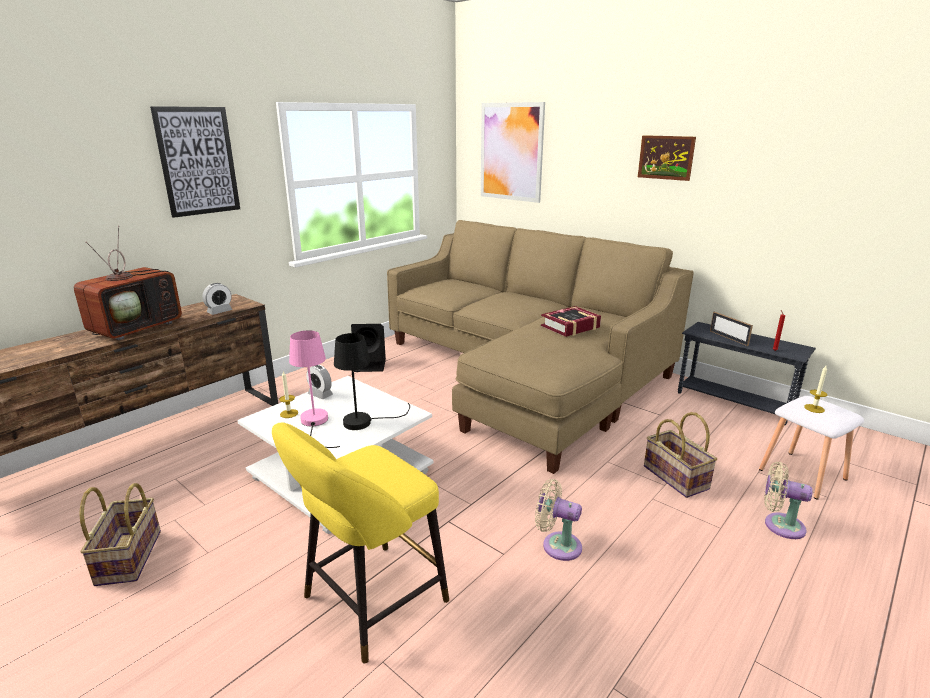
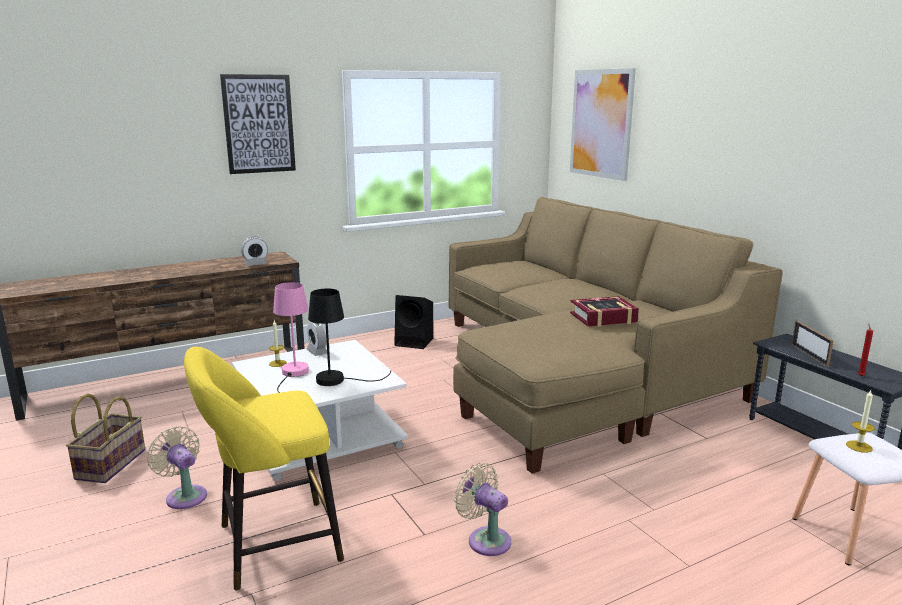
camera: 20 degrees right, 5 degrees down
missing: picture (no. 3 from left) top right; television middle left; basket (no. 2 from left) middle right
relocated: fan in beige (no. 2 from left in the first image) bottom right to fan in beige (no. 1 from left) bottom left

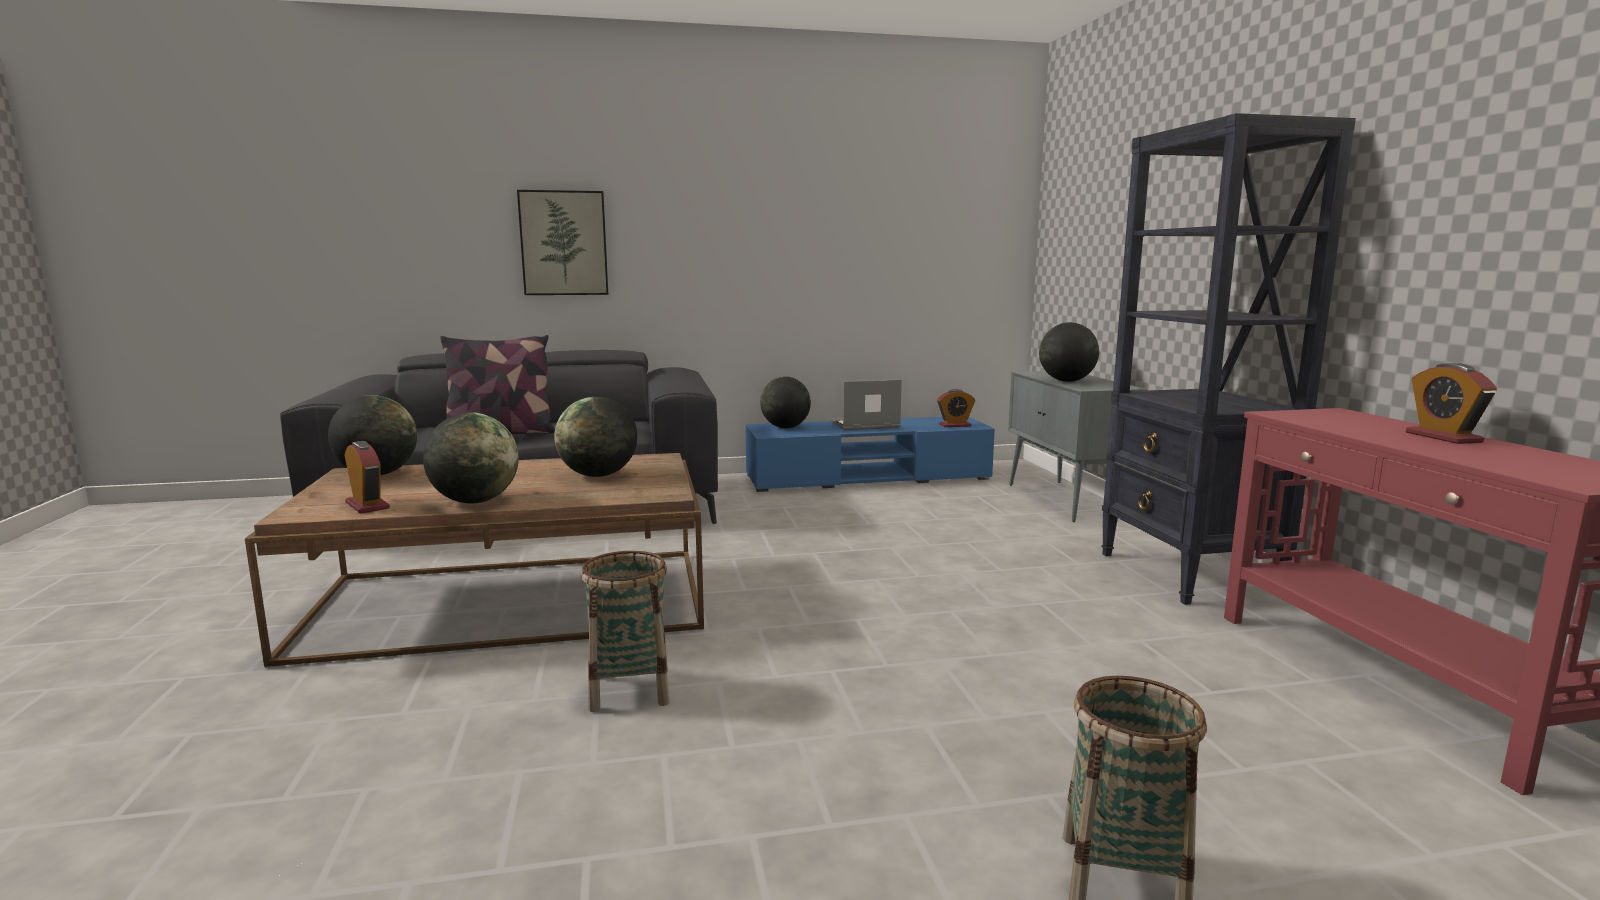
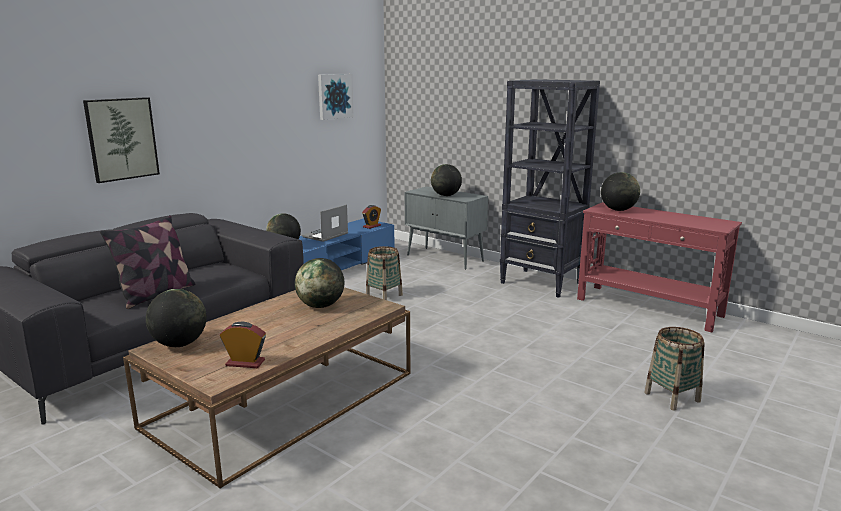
camera: 40 degrees left, 5 degrees up
missing: alarm clock (no. 3 from left) middle right
appeared: picture (no. 2 from left) top centre
relocated: globe (no. 2 from left in the first image) middle left to globe (no. 5 from left) middle right; basket (no. 1 from left) bottom centre to centre

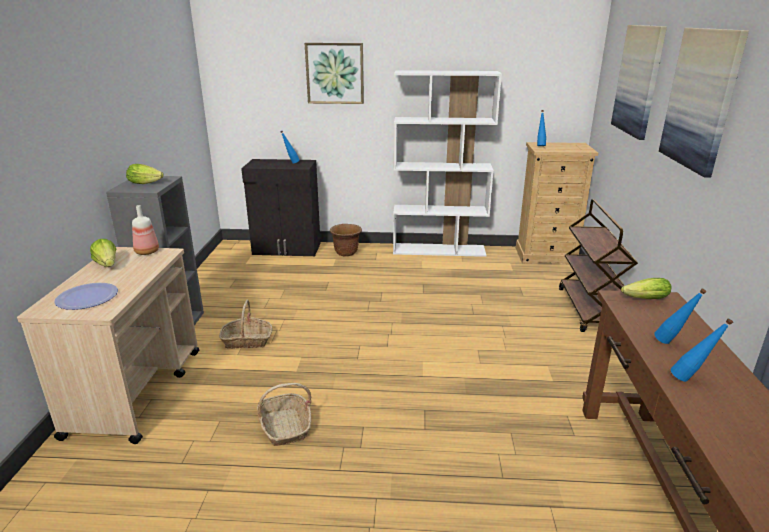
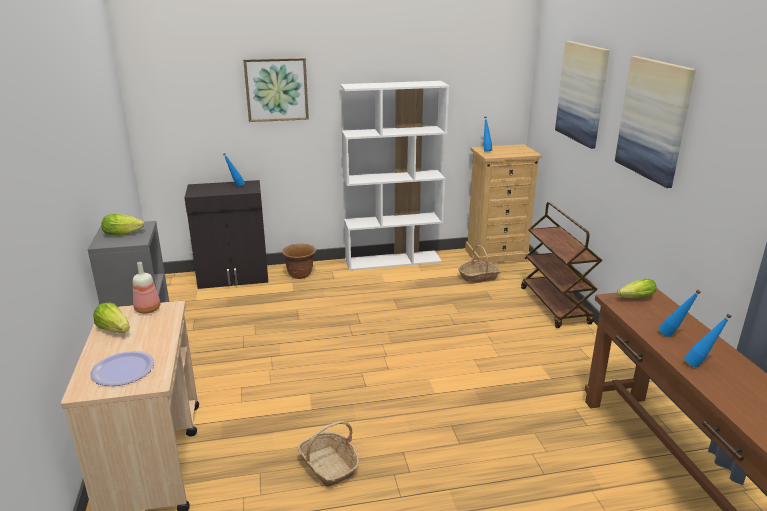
camera: 15 degrees left, 0 degrees up
relocated: basket (no. 1 from left in the first image) middle left to basket (no. 2 from left) centre

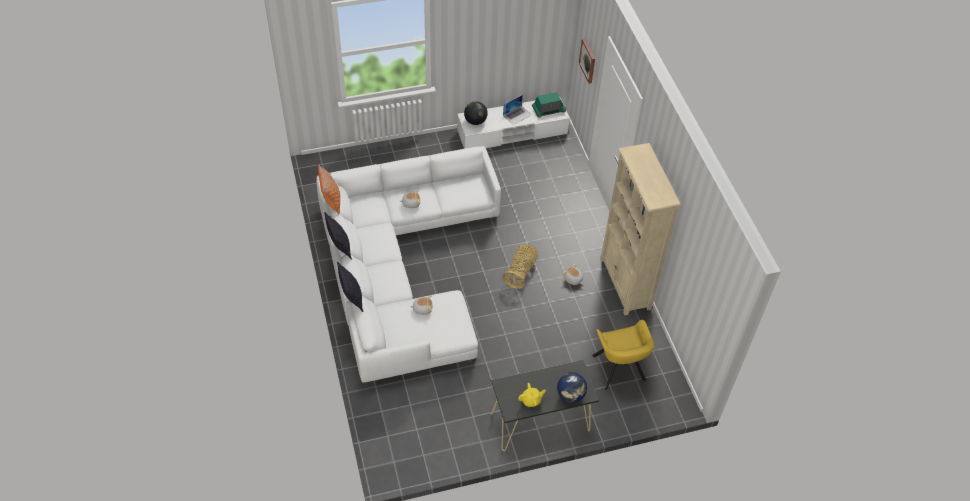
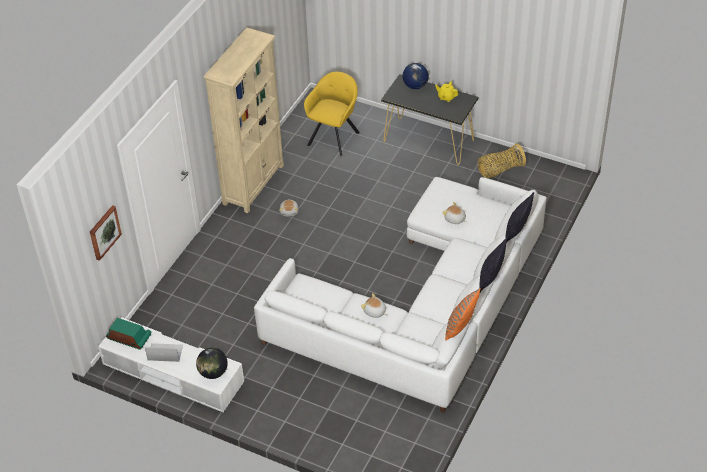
camera: 135 degrees left, 5 degrees down
relocated: basket centre to middle right

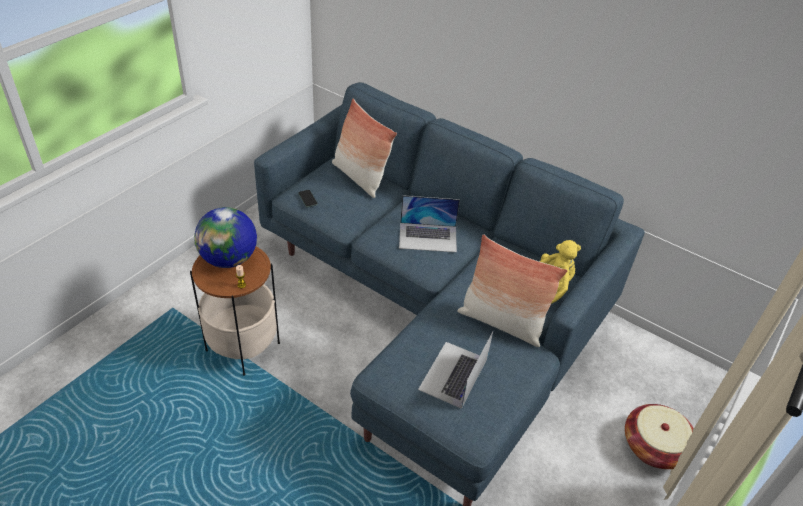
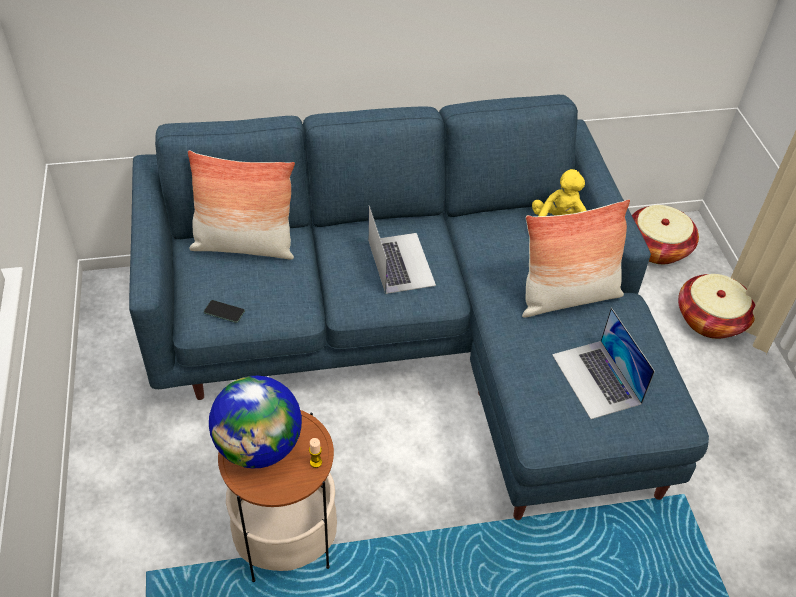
camera: 45 degrees left, 5 degrees up
appeared: basket (no. 1 from left) middle right
spun: laptop (no. 1 from left) centre = centre 60 degrees counterclockwise

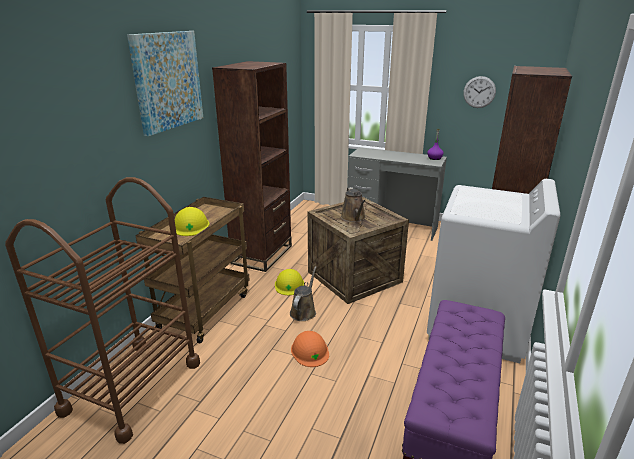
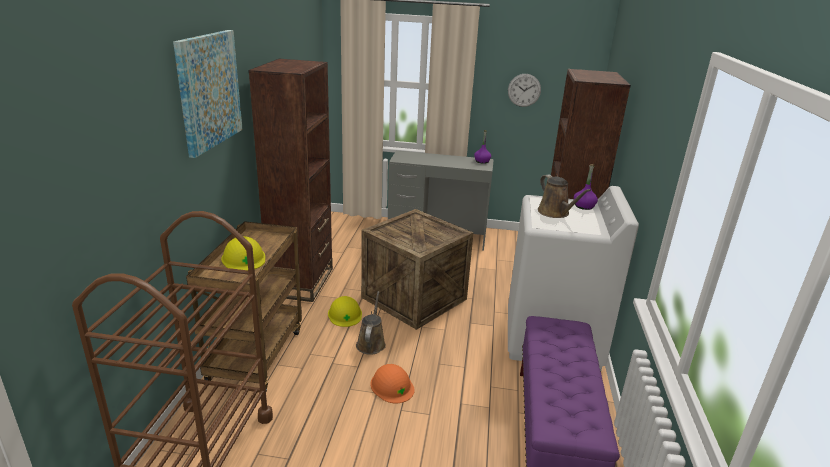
camera: 15 degrees left, 0 degrees up
appeared: bottle in purple (no. 2 from left) middle right
relocated: watering can in brown (no. 2 from left) centre to middle right

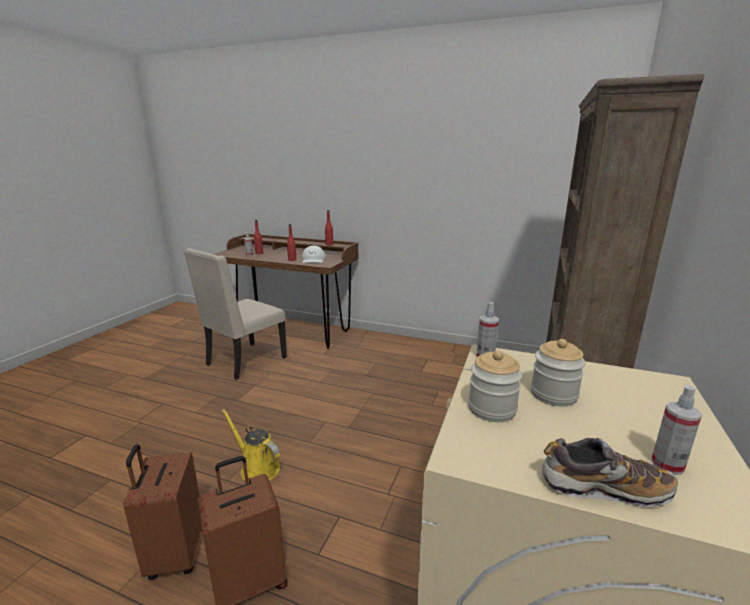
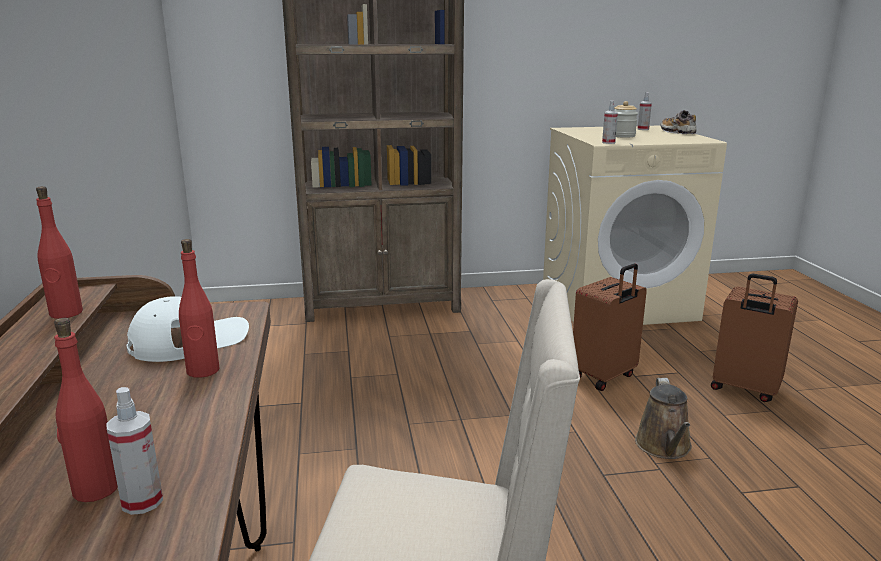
camera: 120 degrees left, 0 degrees up
missing: jar (no. 1 from left) centre
relocated: suitcase in brown (no. 1 from left) bottom left to middle right
colour: watering can in yellow bottom centre to watering can in brown bottom right

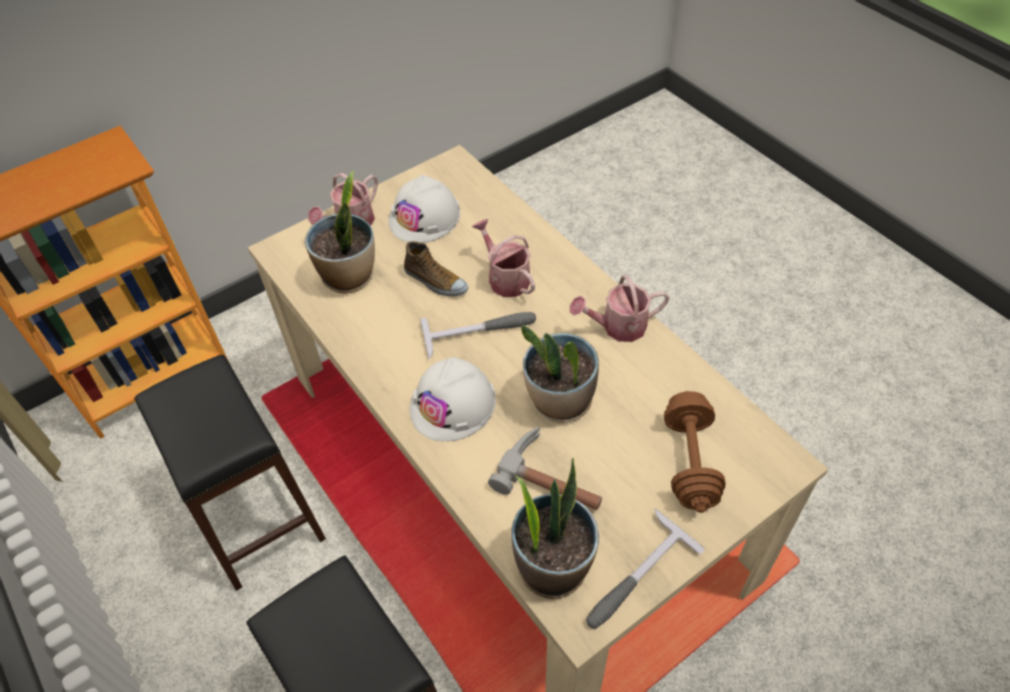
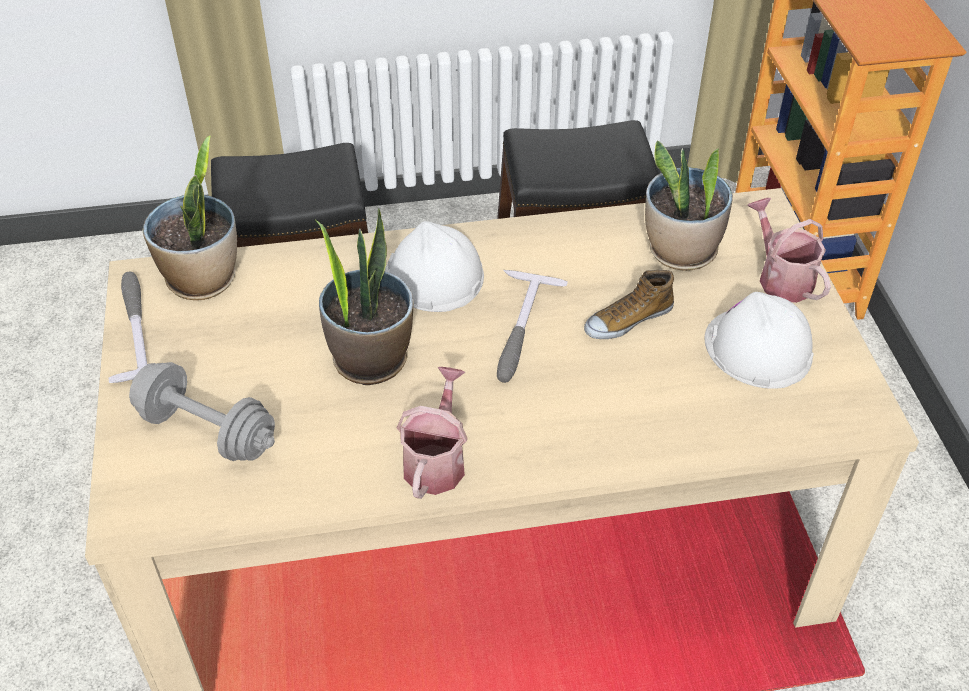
camera: 115 degrees right, 5 degrees down
missing: watering can (no. 2 from left) centre; hammer (no. 2 from left) bottom centre
colour: dumbbell in brown middle right to dumbbell in grey middle left

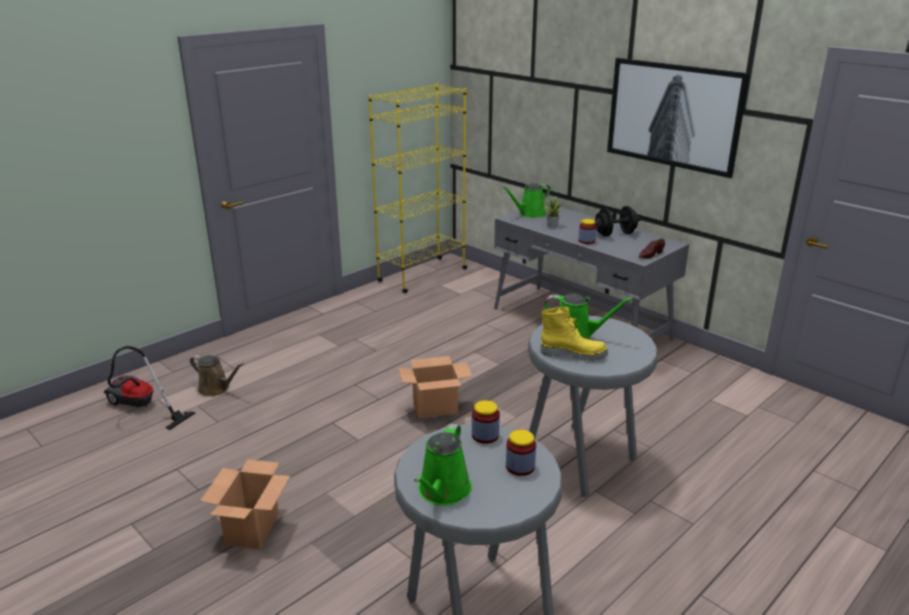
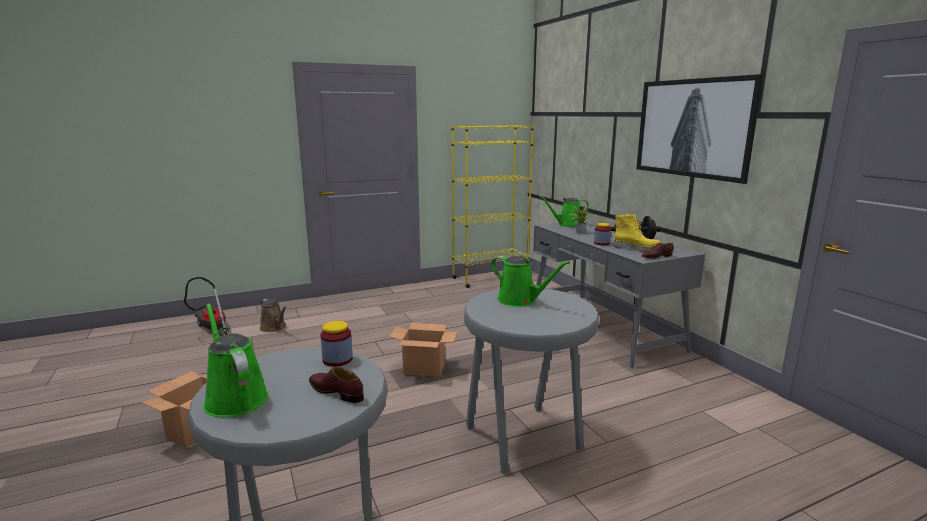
camera: 20 degrees right, 10 degrees down
relocated: boot in yellow centre to middle right
exchanged: jar (no. 2 from left) bottom centre to shoe in brown (no. 1 from left) bottom centre
spun: watering can in green (no. 1 from left) bottom centre = bottom left 105 degrees clockwise

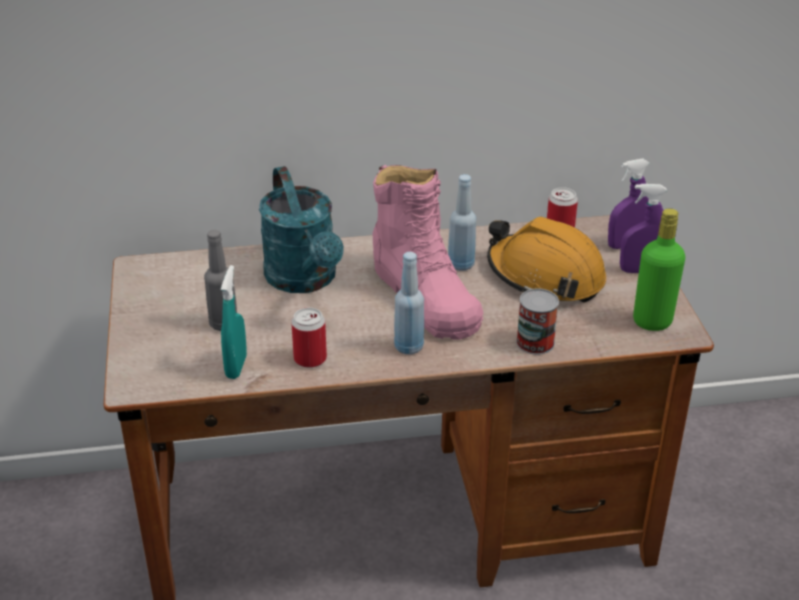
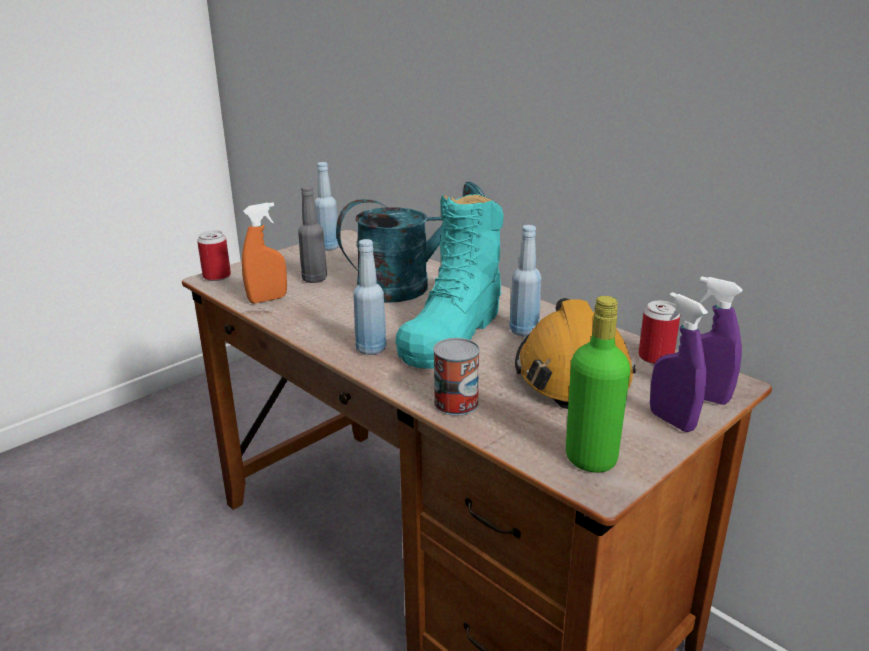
camera: 55 degrees right, 10 degrees down
appeared: bottle in blue (no. 1 from left) top centre
relocated: can (no. 1 from left) centre to middle left
colour: boot in pink centre to boot in turquoise centre; spray bottle in turquoise middle left to spray bottle in orange middle left
spun: watering can in turquoise centre = centre 150 degrees counterclockwise

